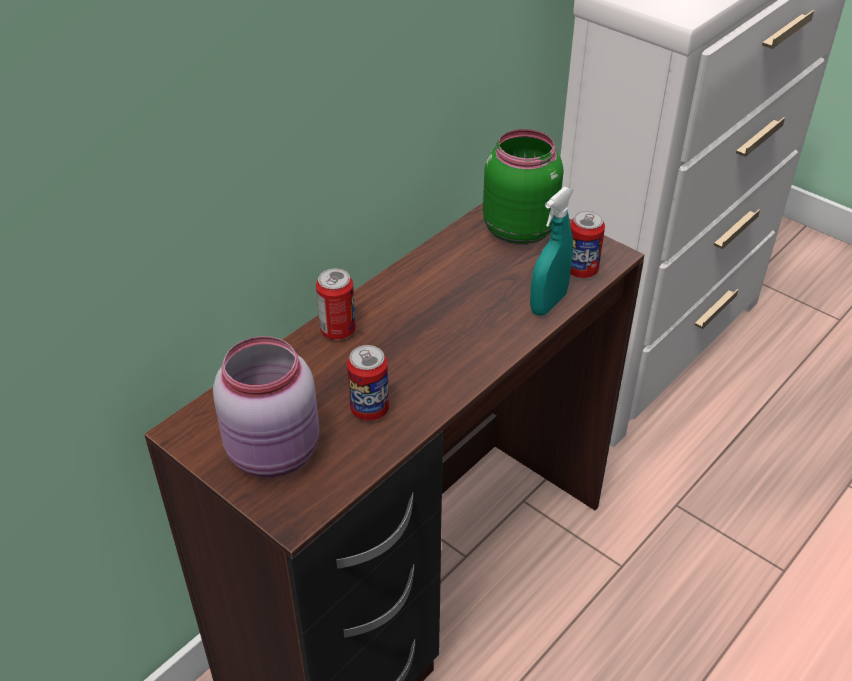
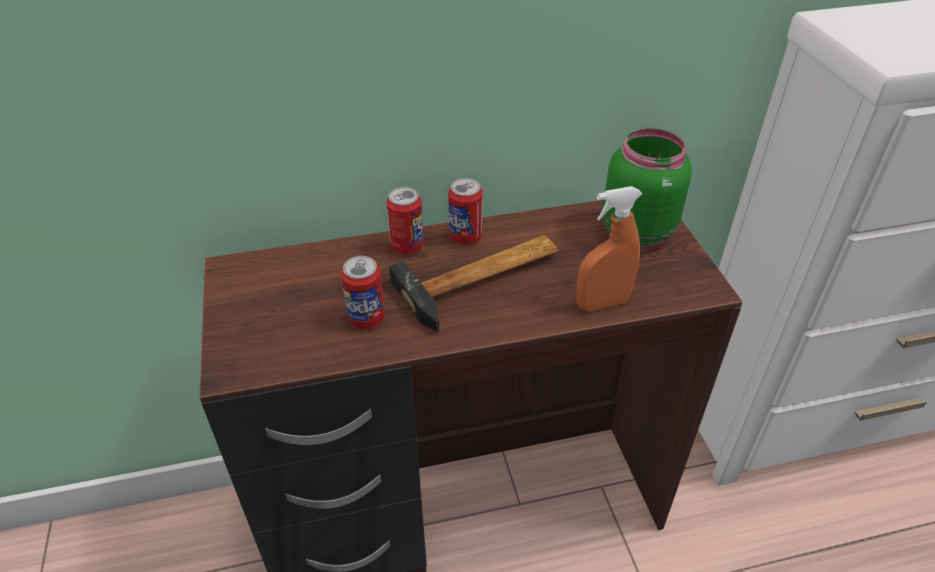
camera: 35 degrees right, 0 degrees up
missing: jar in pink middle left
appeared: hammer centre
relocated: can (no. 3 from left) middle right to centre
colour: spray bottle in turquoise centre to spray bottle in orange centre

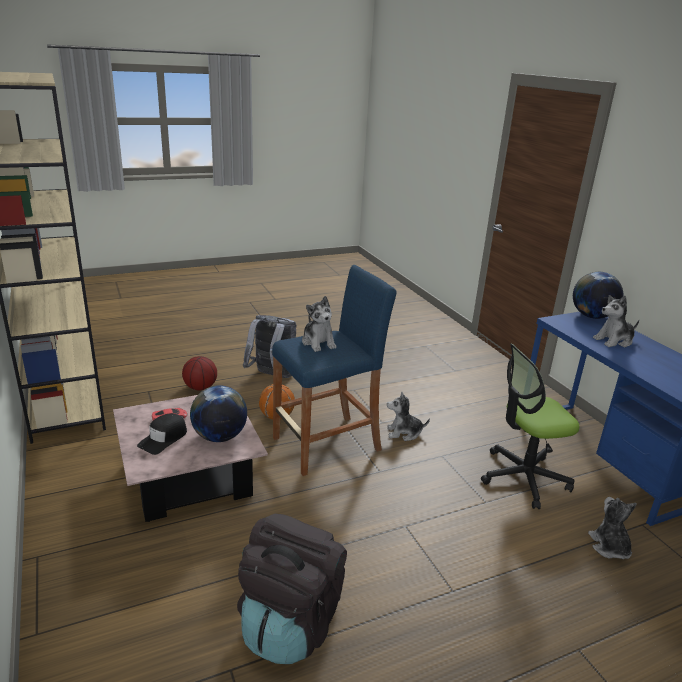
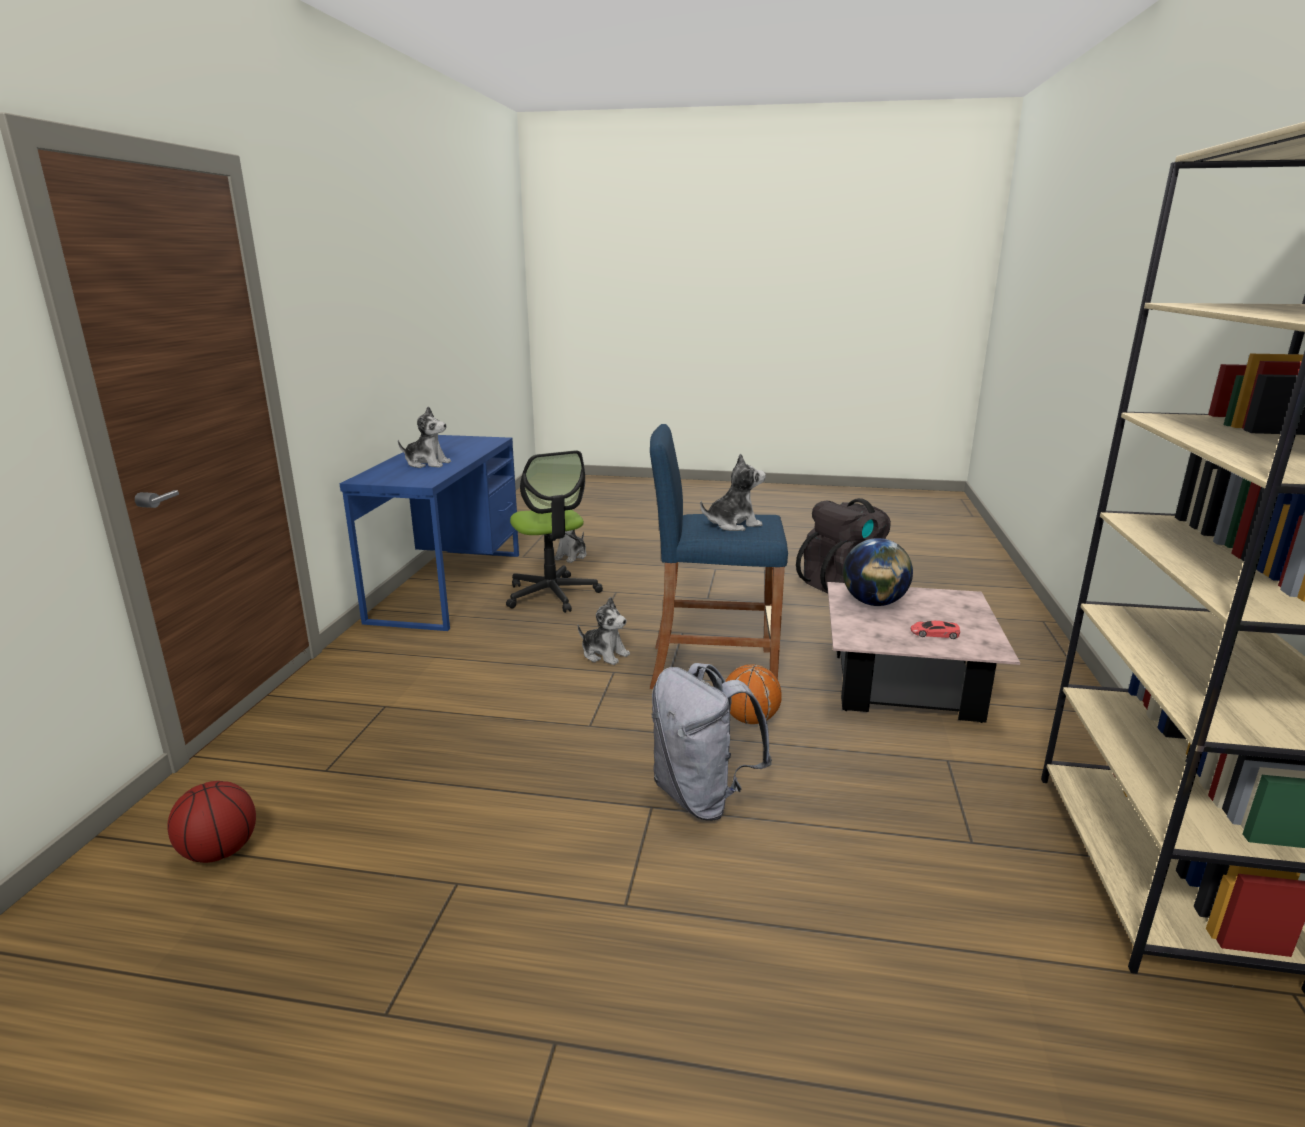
camera: 145 degrees left, 5 degrees down
missing: globe (no. 2 from left) middle right; cap in black middle left
relocated: basketball (no. 1 from left) middle left to bottom left
spun: plush toy (no. 1 from left in the first image) centre = centre 60 degrees clockwise; office chair middle right = centre 45 degrees clockwise

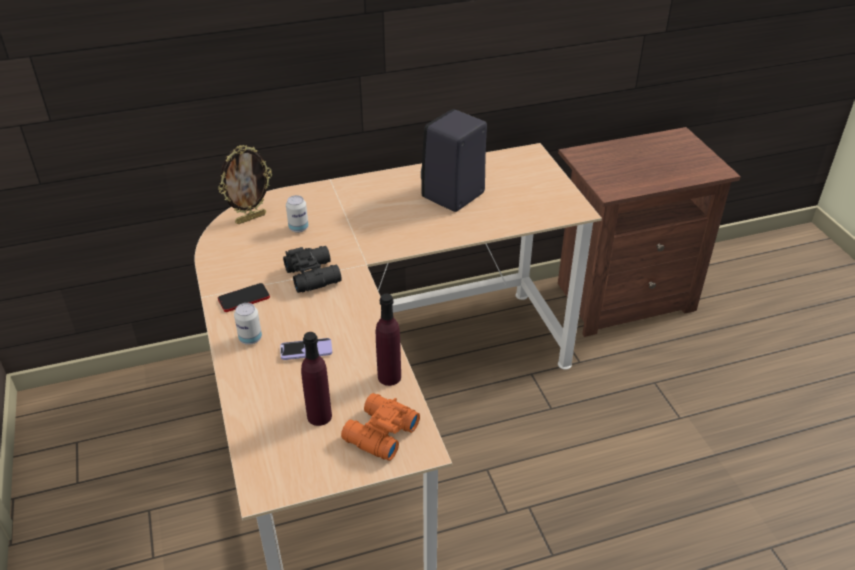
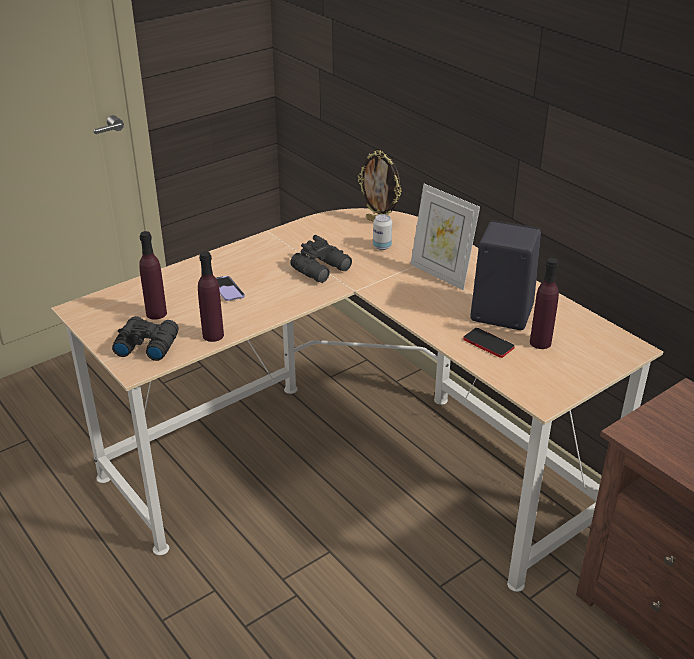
camera: 70 degrees right, 5 degrees down
missing: can (no. 1 from left) middle left
appeared: picture frame (no. 2 from left) centre; bottle in purple (no. 3 from left) middle right
relocated: phone (no. 1 from left in the first image) middle left to phone (no. 2 from left) middle right
colour: binoculars in orange bottom centre to binoculars in black (no. 1 from left) middle left

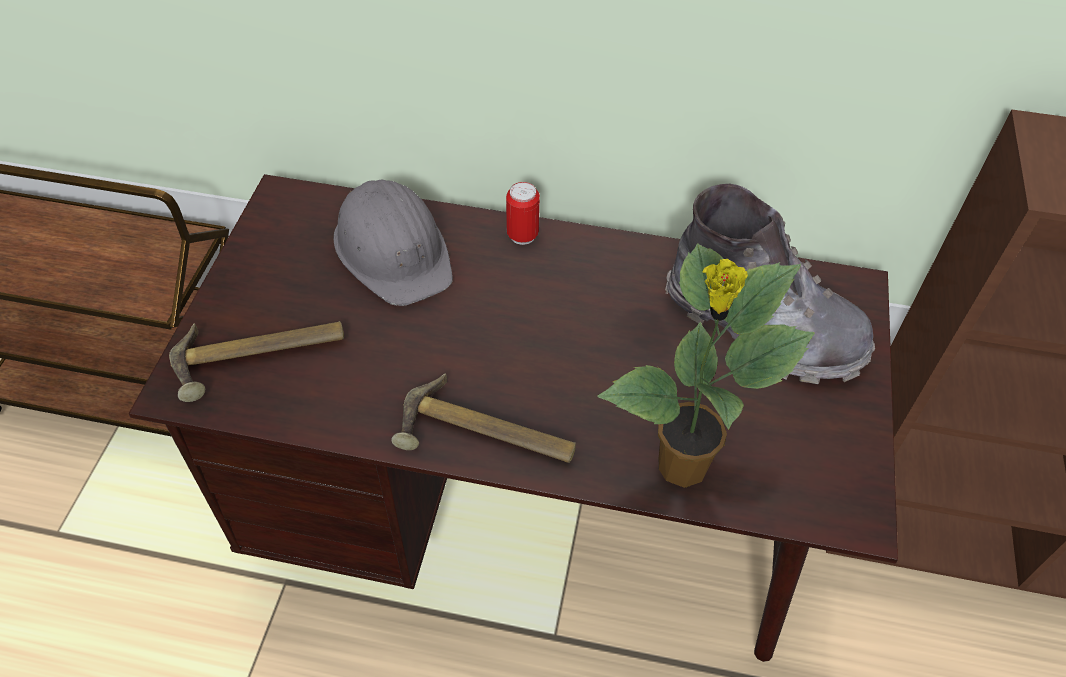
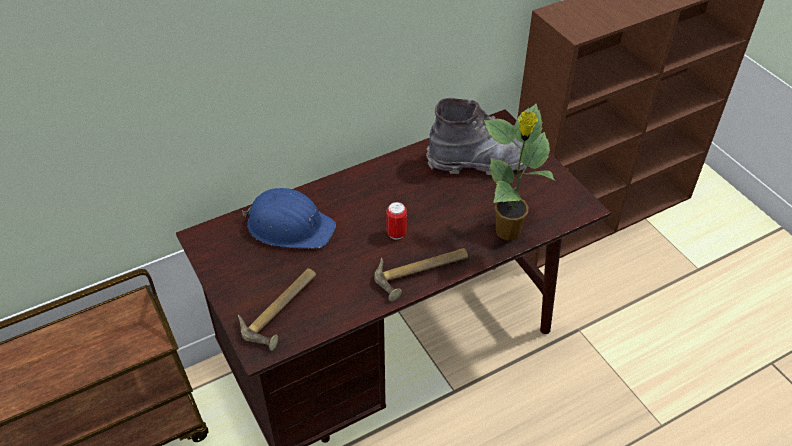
camera: 40 degrees left, 5 degrees down
relocated: can top centre to centre
colour: hard hat in grey centre to hard hat in blue centre

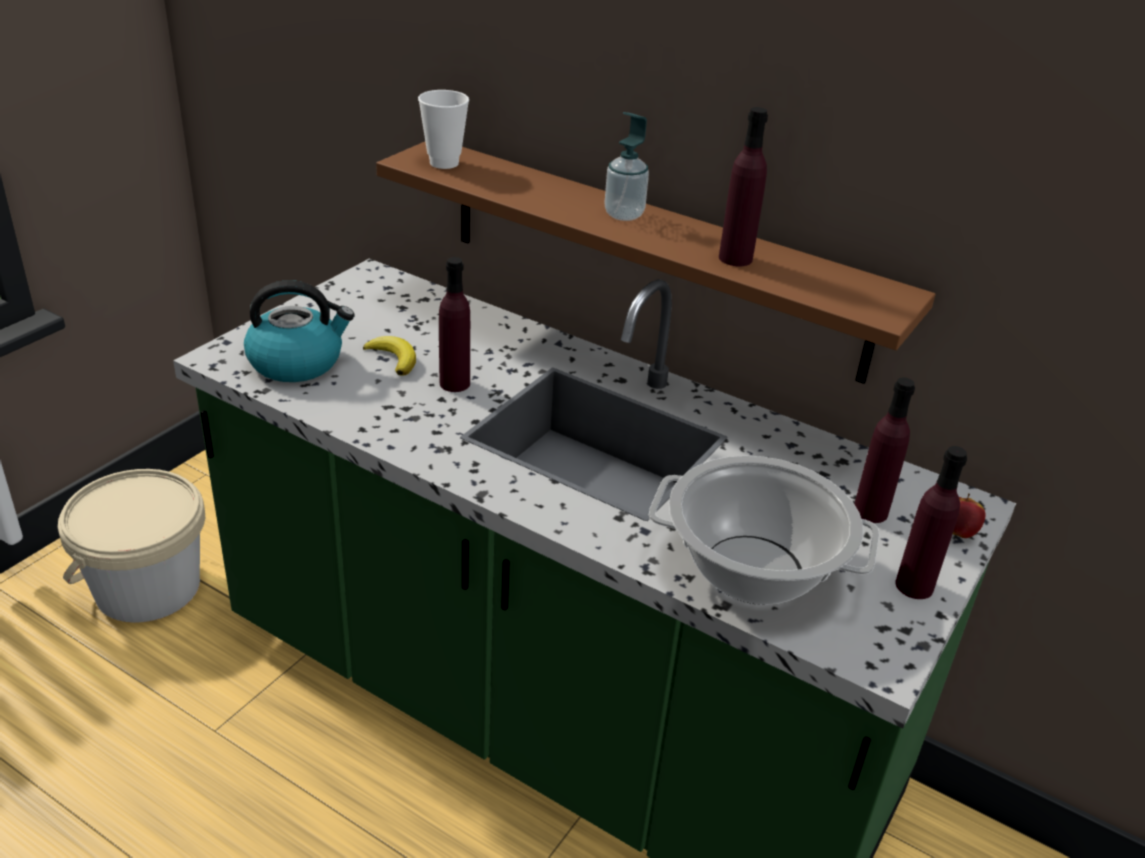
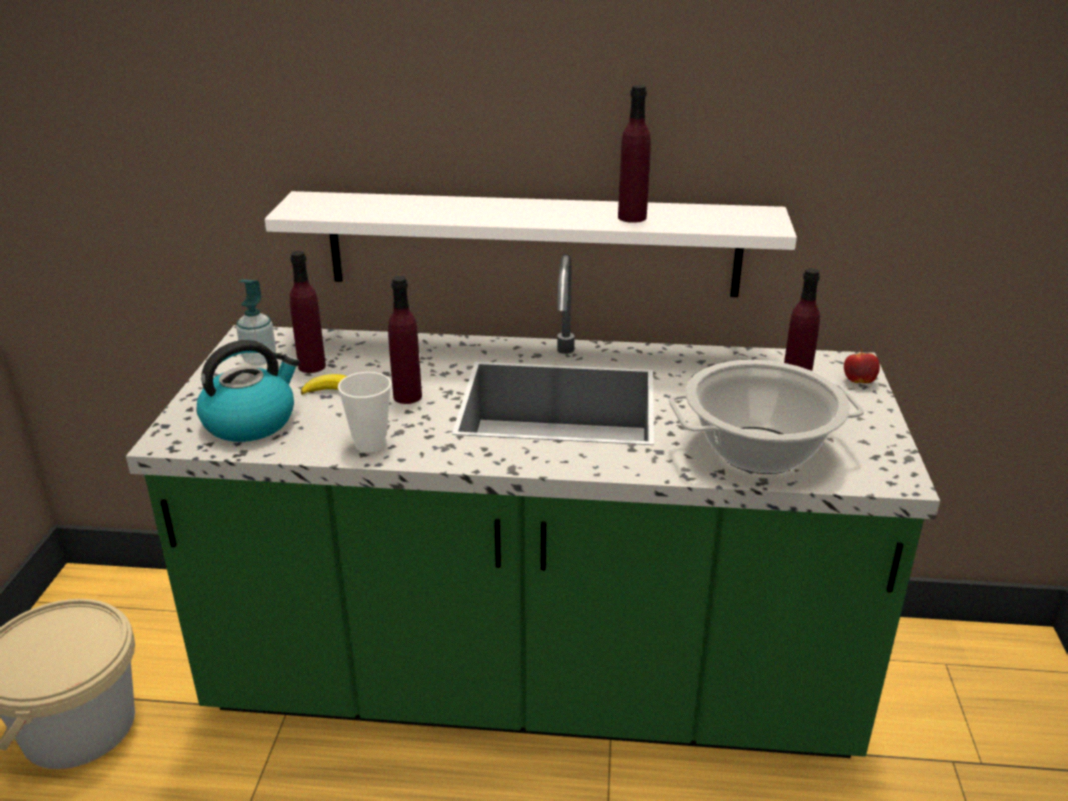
camera: 25 degrees left, 5 degrees down
relocated: cup top centre to centre; soap dispenser top centre to middle left; bottle in purple (no. 4 from left in the first image) middle right to bottle in purple (no. 1 from left) middle left
colour: shelf in brown top centre to shelf in white top centre

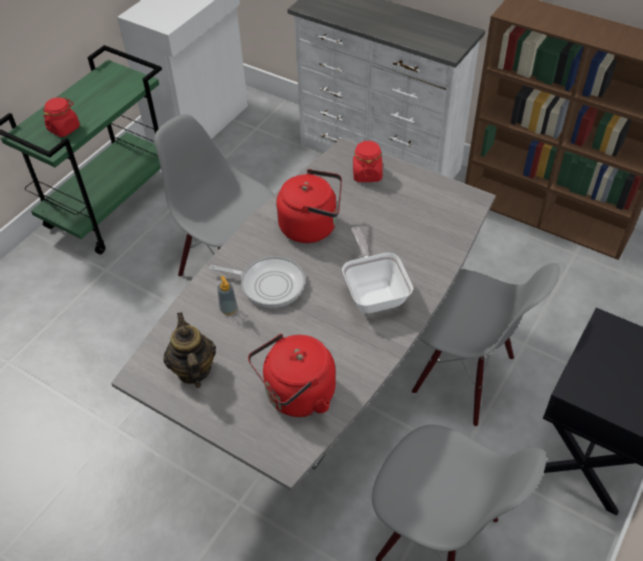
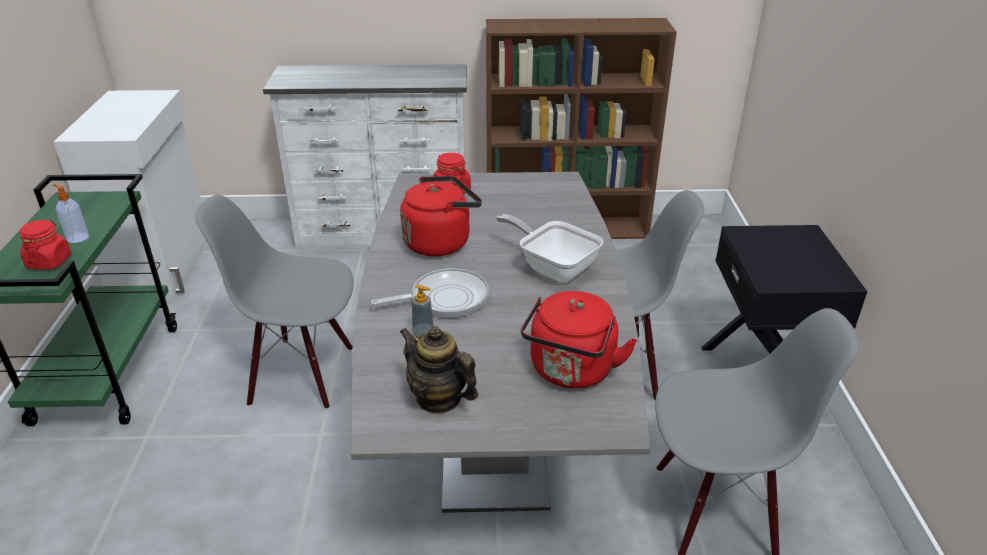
camera: 35 degrees left, 15 degrees down
appeared: soap dispenser (no. 1 from left) middle left

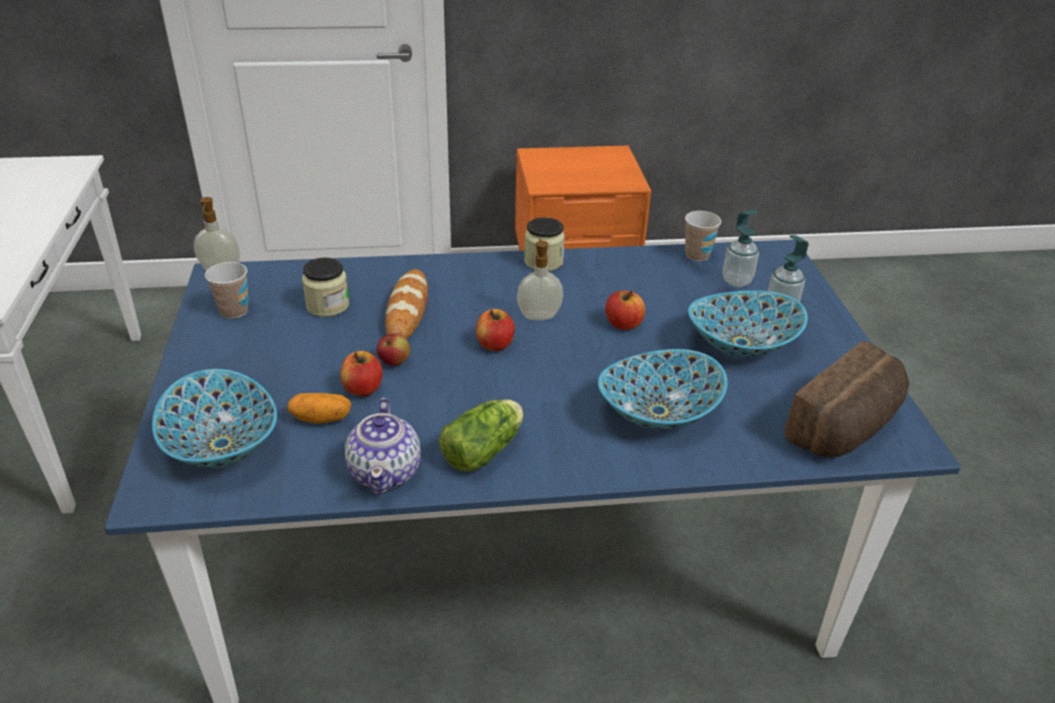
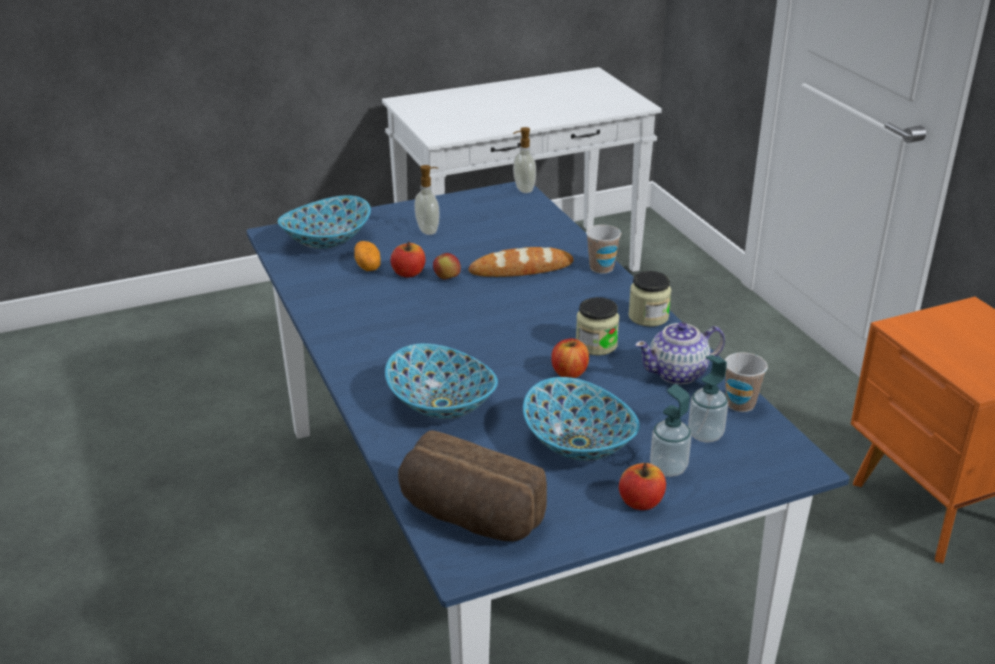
camera: 75 degrees right, 5 degrees down
missing: lettuce centre
relocated: soap dispenser (no. 2 from left in the first image) centre to soap dispenser (no. 1 from left) top centre; jar (no. 1 from left) middle left to centre; cup (no. 1 from left) middle left to centre; apple (no. 3 from left in the first image) centre to apple (no. 4 from left) bottom centre; teapot centre to middle right

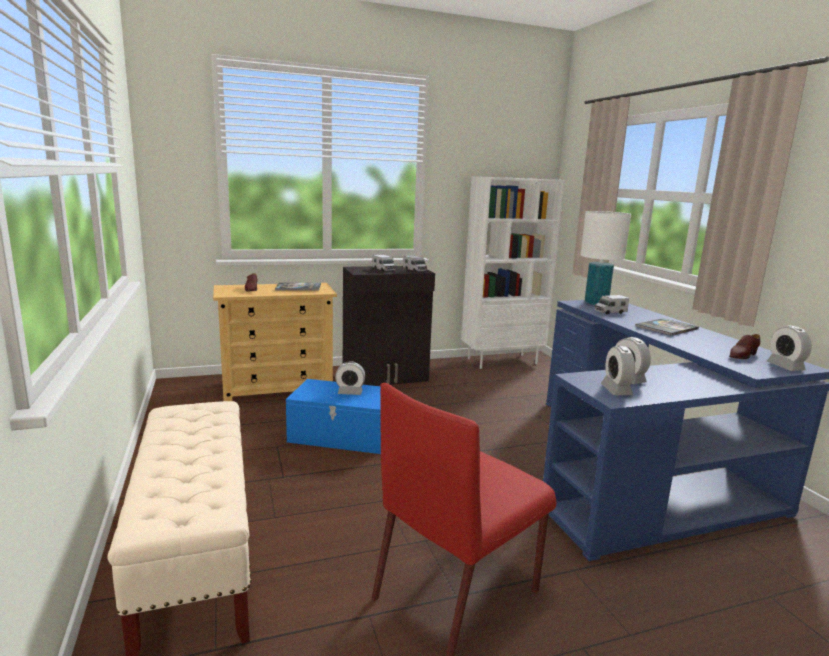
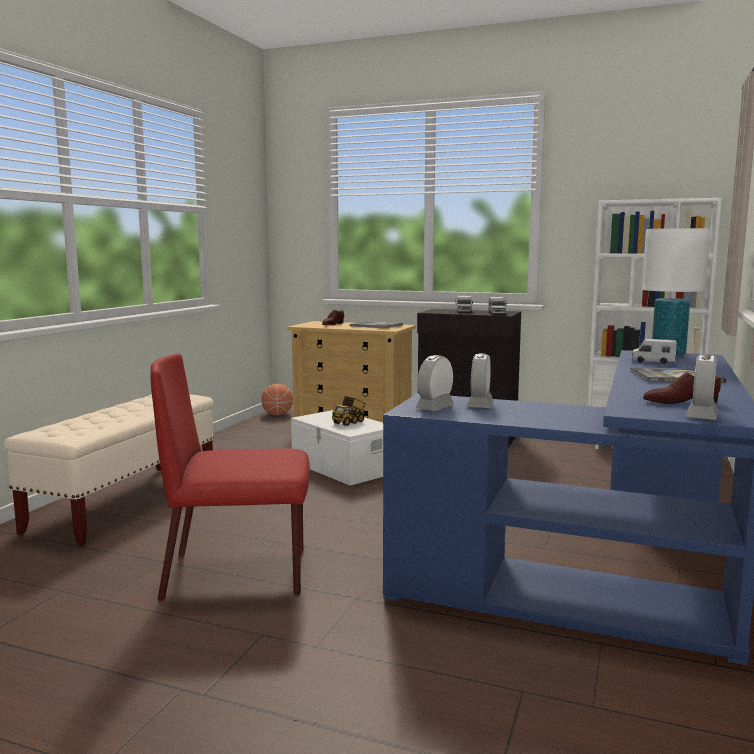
camera: 40 degrees right, 5 degrees down
appeared: basketball centre
exchanged: alarm clock (no. 1 from left) centre to toy truck (no. 1 from left) centre
colour: storage box in blue centre to storage box in white centre

